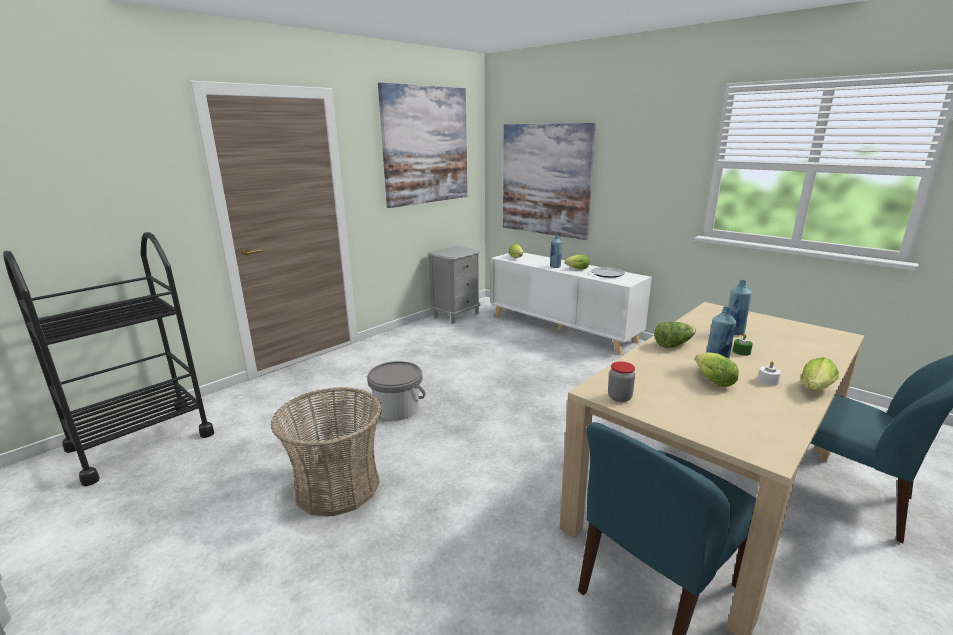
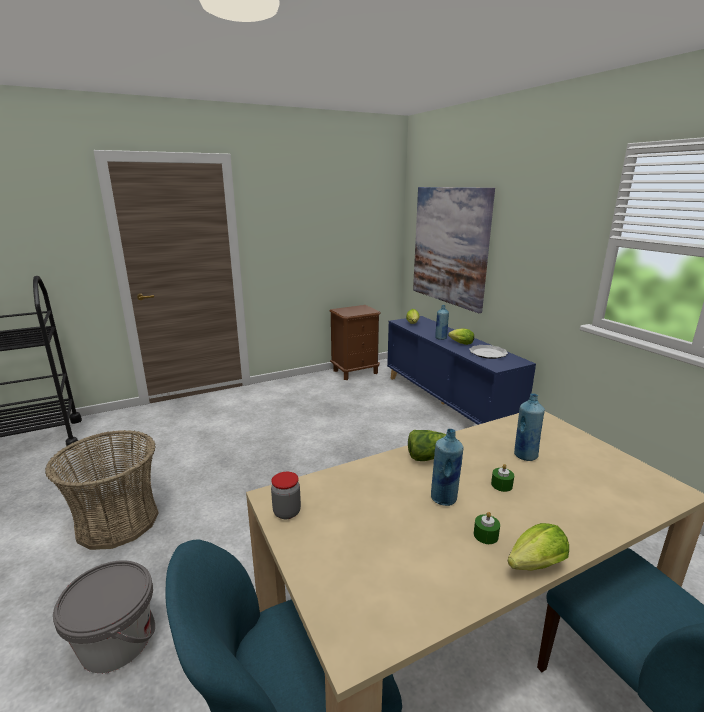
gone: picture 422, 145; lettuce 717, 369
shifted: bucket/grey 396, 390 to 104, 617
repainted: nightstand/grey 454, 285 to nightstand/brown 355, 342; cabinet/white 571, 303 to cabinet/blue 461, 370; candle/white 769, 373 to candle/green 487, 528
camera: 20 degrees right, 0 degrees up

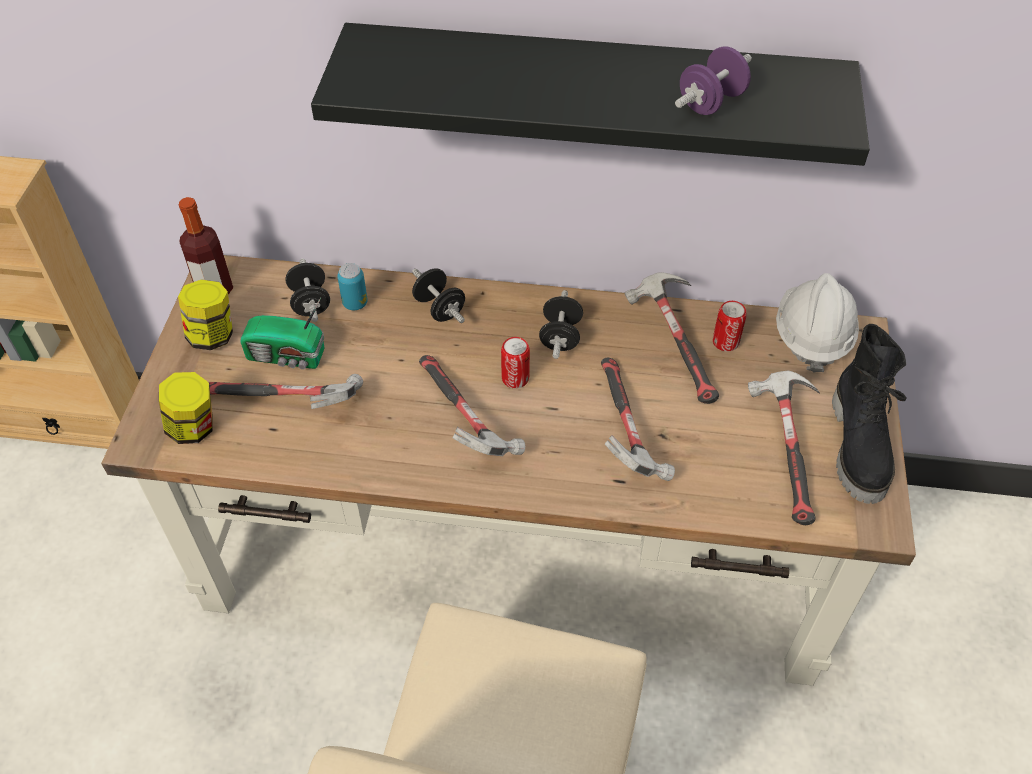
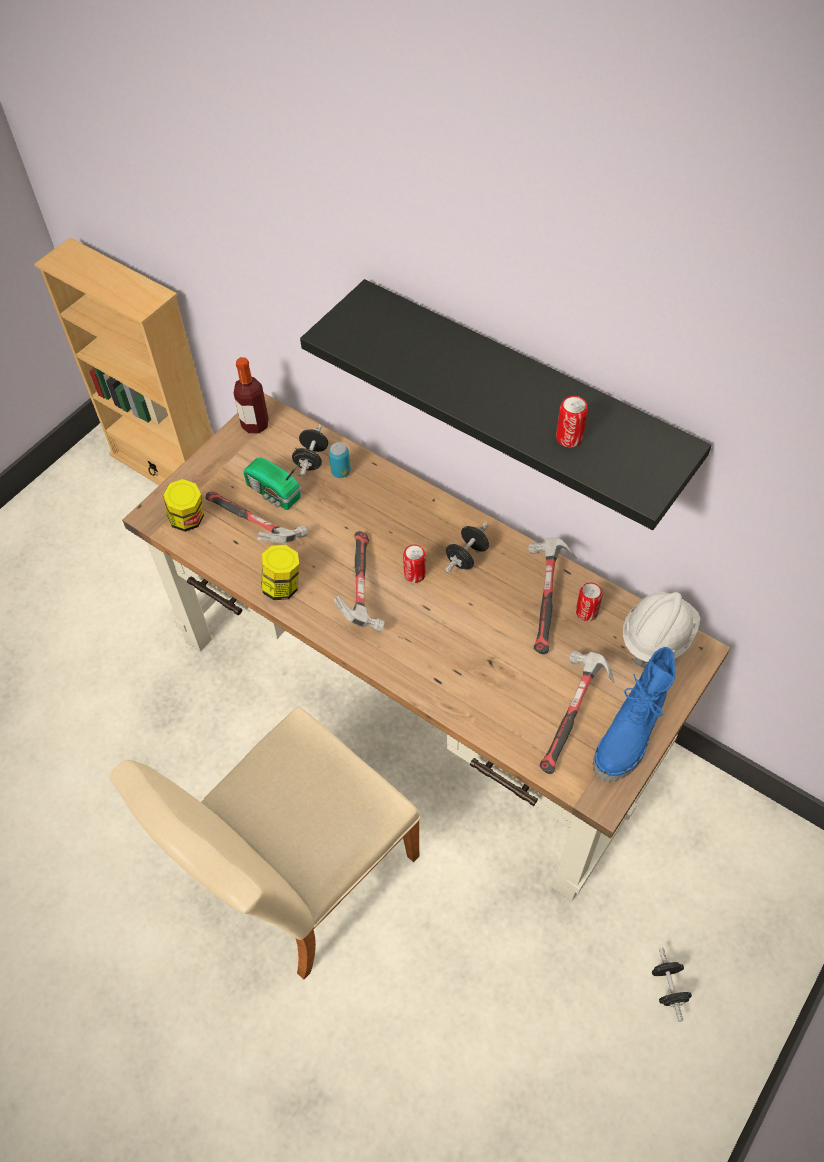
gone: hammer 638, 419
shifted: jar 205, 314 to 280, 572; dumbbell/black 438, 295 to 672, 985
swapped: dumbbell/purple 713, 80 to can 572, 421
repainted: boot/black 869, 414 to boot/blue 634, 714
camera: 30 degrees right, 5 degrees up

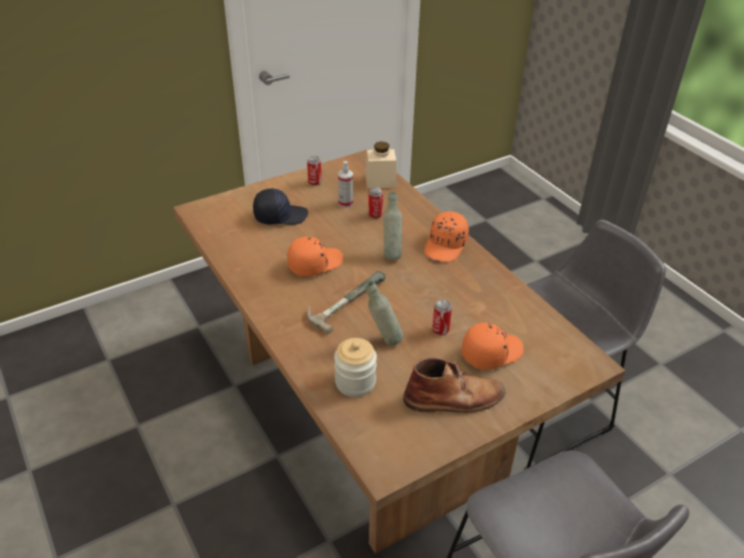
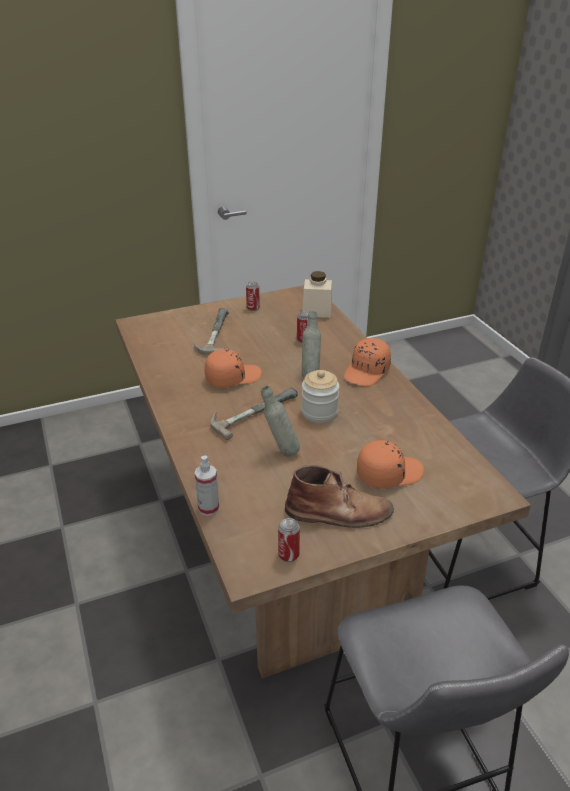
shifted: jar 355, 367 to 320, 396; spray bottle 345, 184 to 207, 486; can 442, 318 to 289, 540
swapped: cap/black 280, 207 to hammer 211, 331
camera: 10 degrees right, 5 degrees down

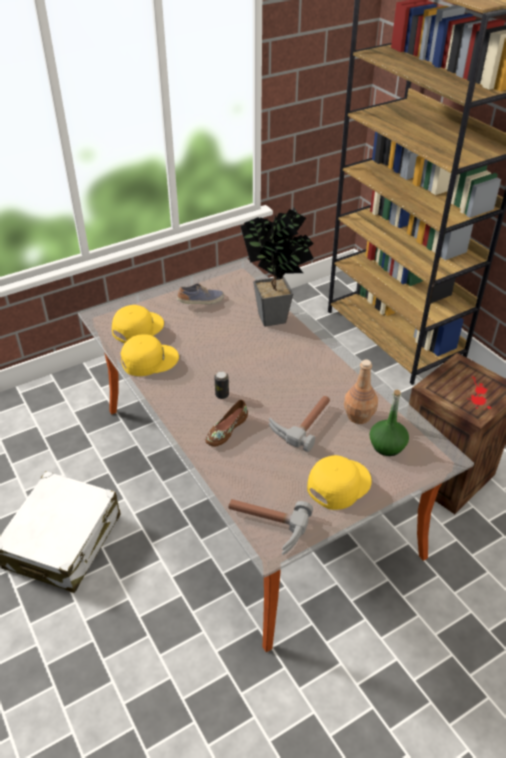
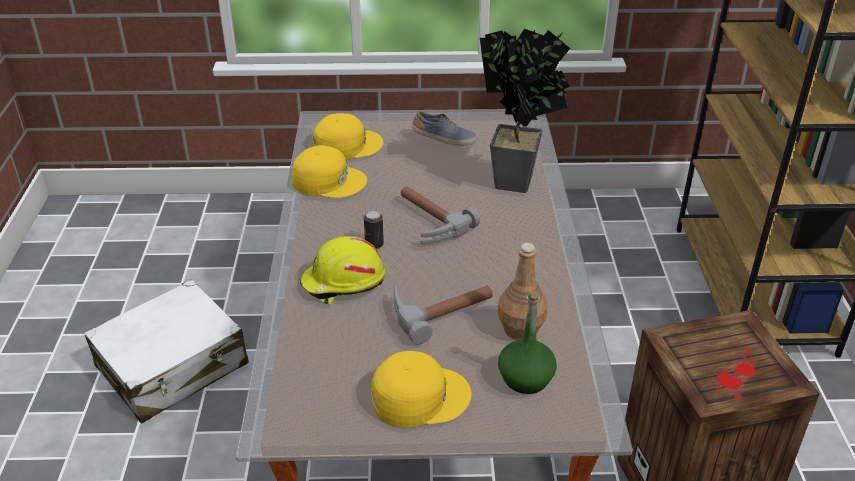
shifted: hammer 270, 527 to 440, 215
swapped: shoe/brown 227, 423 to hard hat/yellow 342, 270
camera: 30 degrees right, 5 degrees down

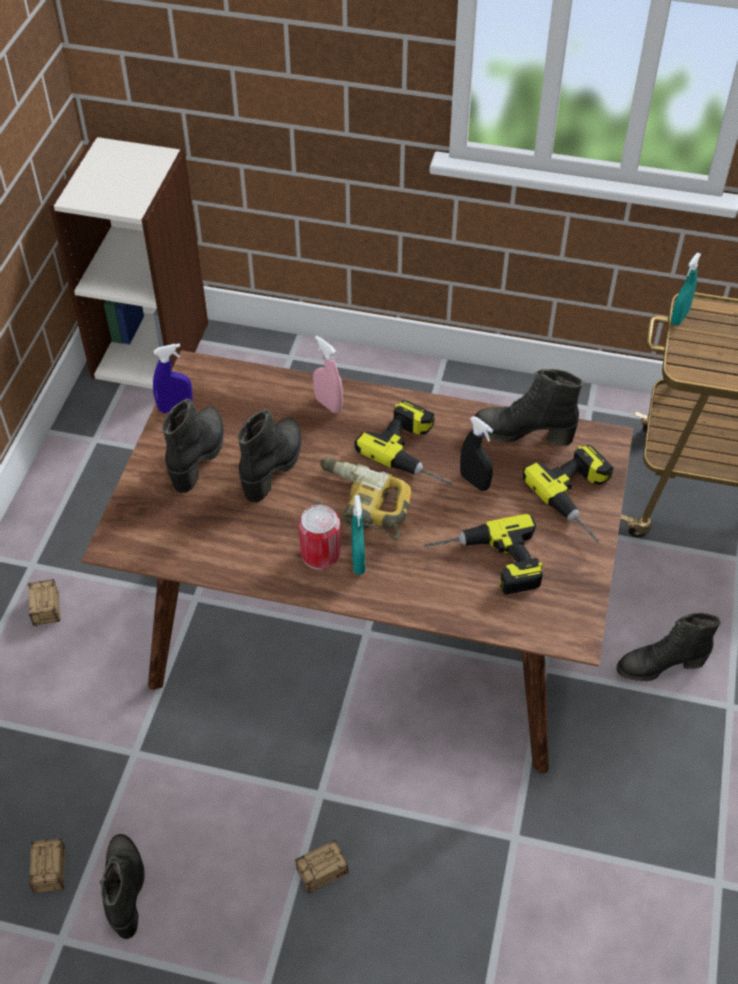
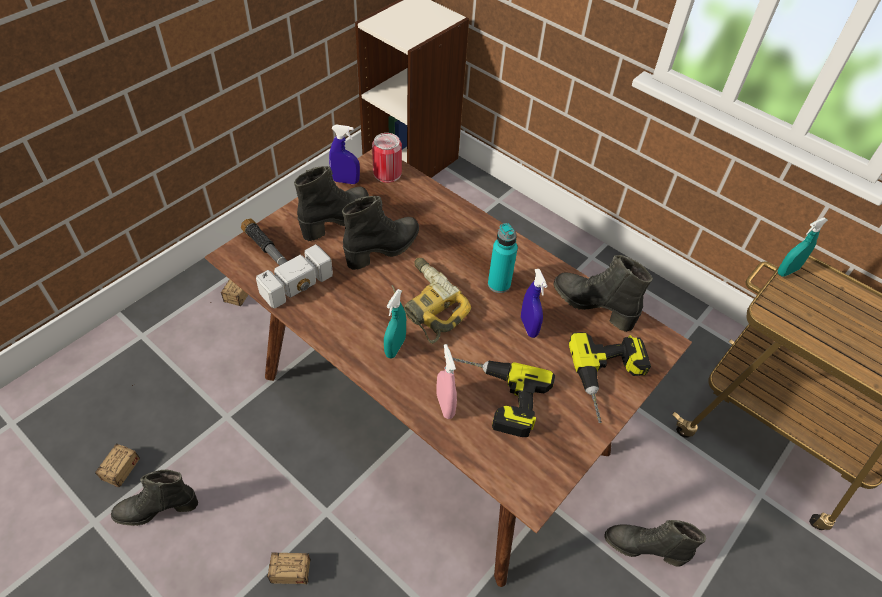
new: hammer 287, 263
shifted: can 320, 537 to 387, 158; spray bottle/pink 328, 374 to 446, 381
swapped: power drill 403, 442 to bottle/turquoise 503, 258
repainted: spray bottle/black 476, 453 to spray bottle/blue 534, 303
rotated: boot/black 122, 886 = 154, 498 120 degrees counterclockwise
camera: 25 degrees right, 0 degrees up

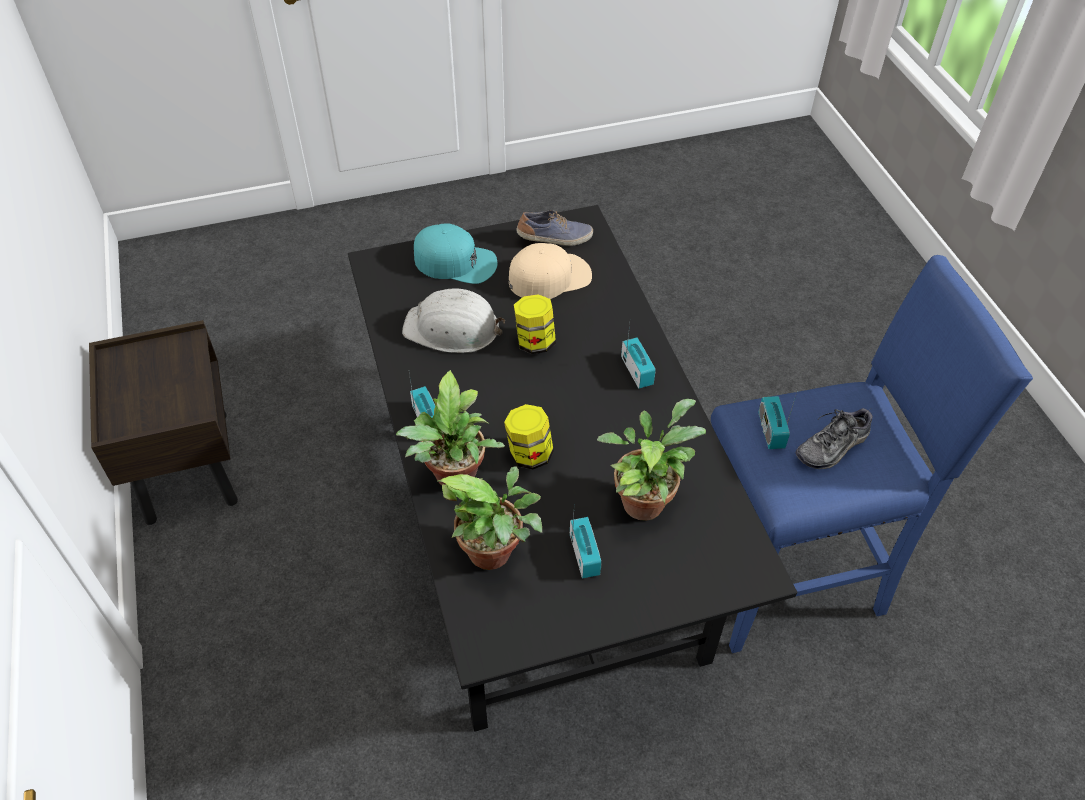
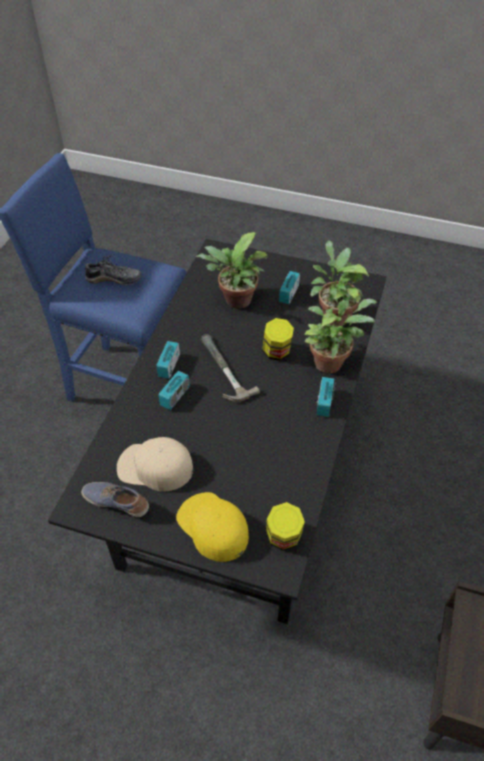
gone: hard hat/white 453, 320
new: hammer 230, 368
shifted: jar 535, 324 to 285, 526; radio 778, 421 to 174, 384
repainted: cap/turquoise 455, 253 to cap/yellow 212, 527
camera: 145 degrees left, 0 degrees up

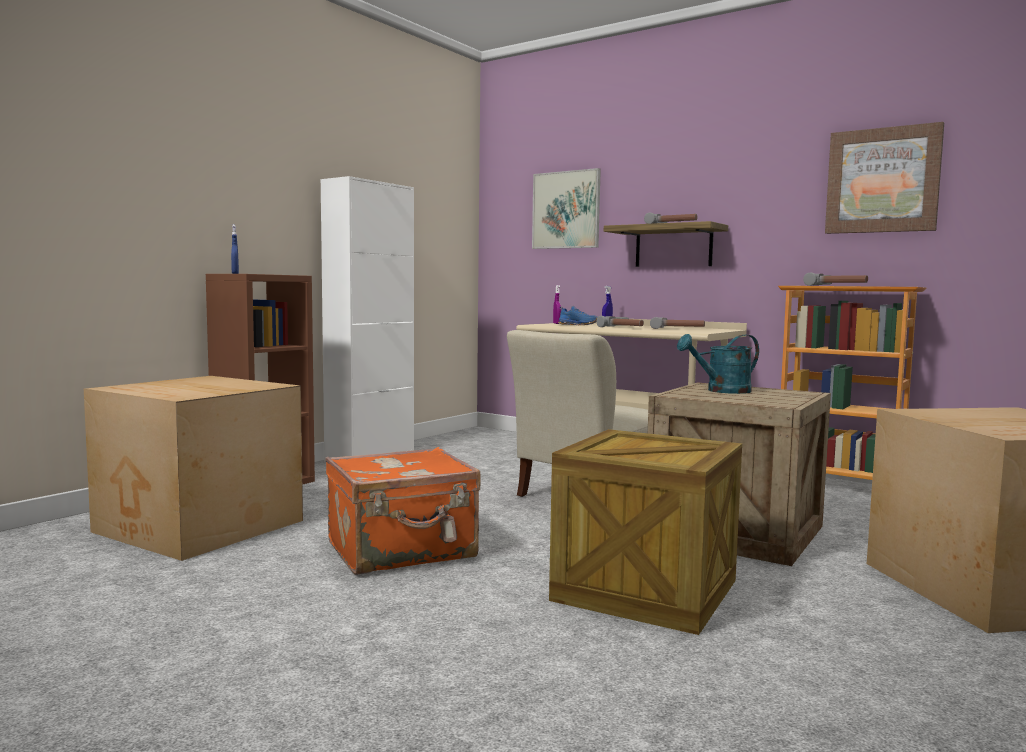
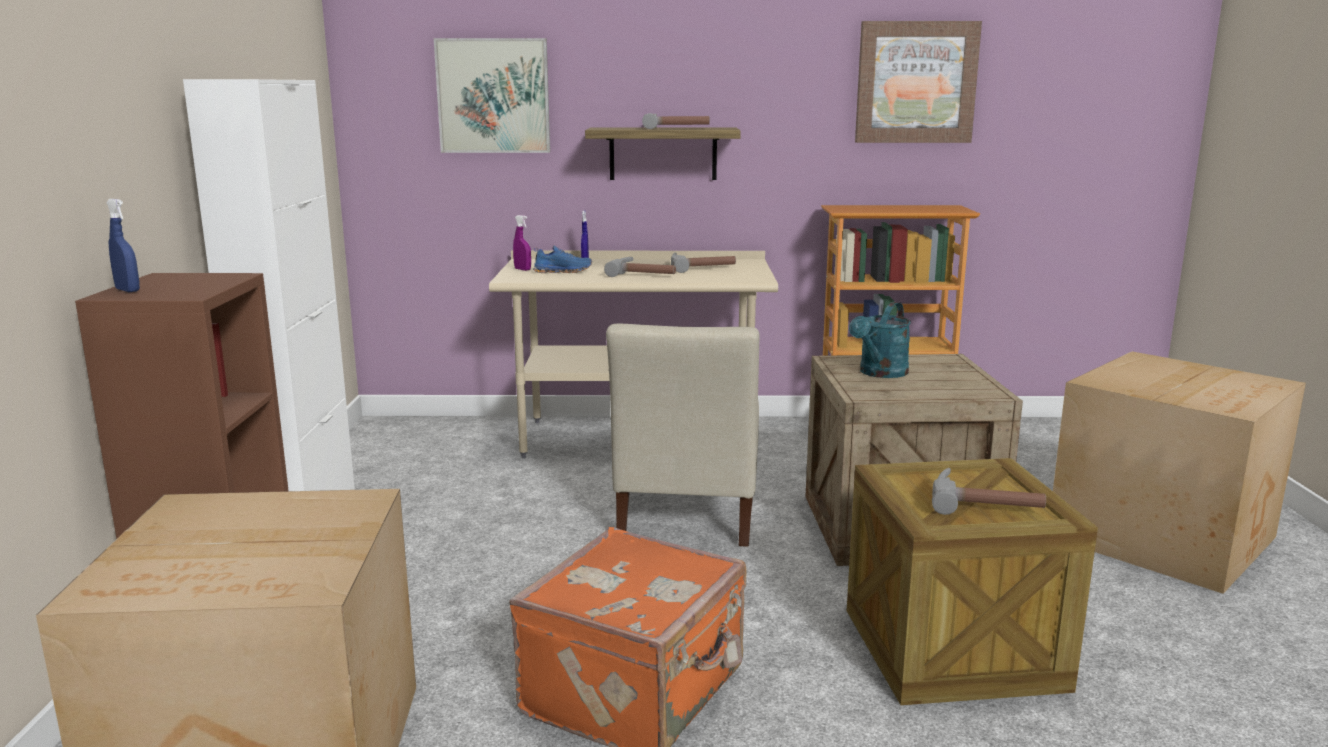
shifted: hammer 835, 279 to 989, 491
camera: 35 degrees left, 10 degrees up

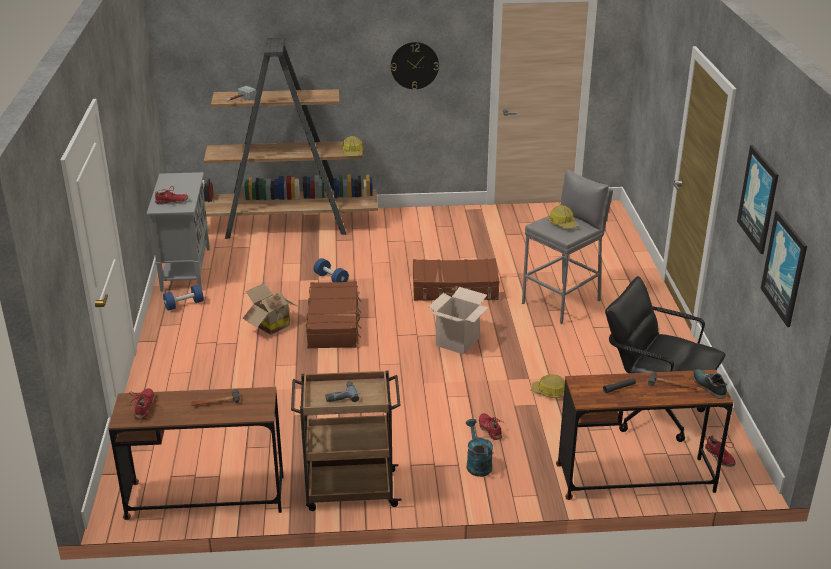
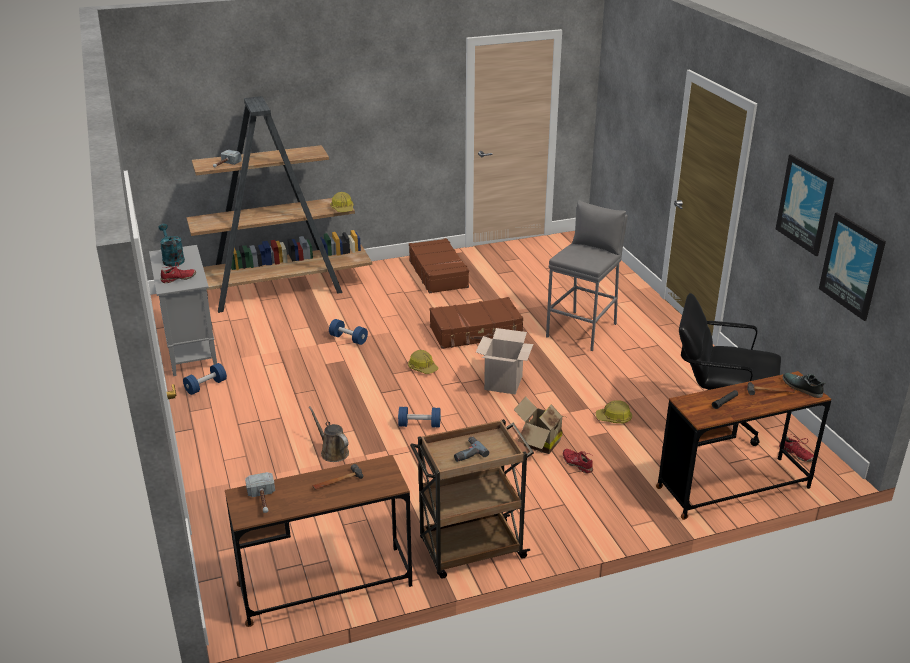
gone: wall clock 415, 66
new: watering can/brown 329, 434; dumbbell/blue 419, 417
shifted: cardboard box 271, 309 to 541, 425; suitcase/brown 334, 315 to 439, 265; watering can/turquoise 479, 448 to 171, 245; hard hat 563, 217 to 423, 362
swapped: shoe/red 143, 404 to hammer 260, 492
camera: 15 degrees left, 0 degrees up

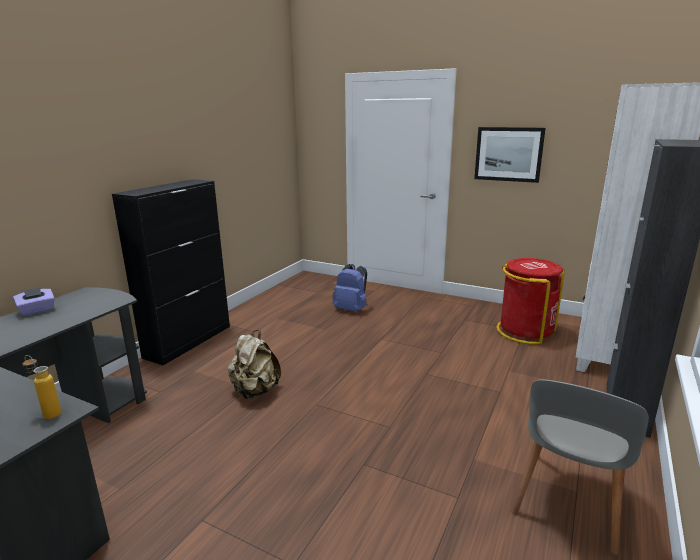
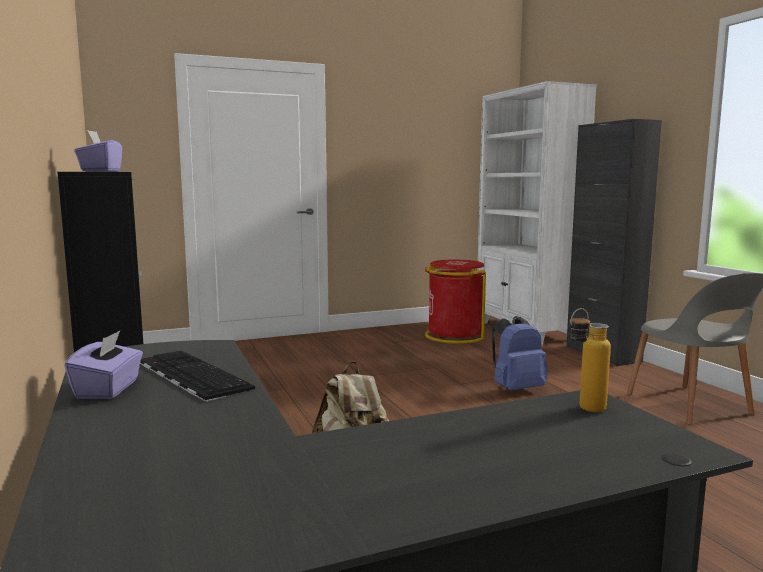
gone: picture 509, 155
new: tissue box/purple 98, 151; keyboard 197, 376
shifted: backpack/blue 350, 288 to 519, 353
camera: 50 degrees left, 10 degrees down

